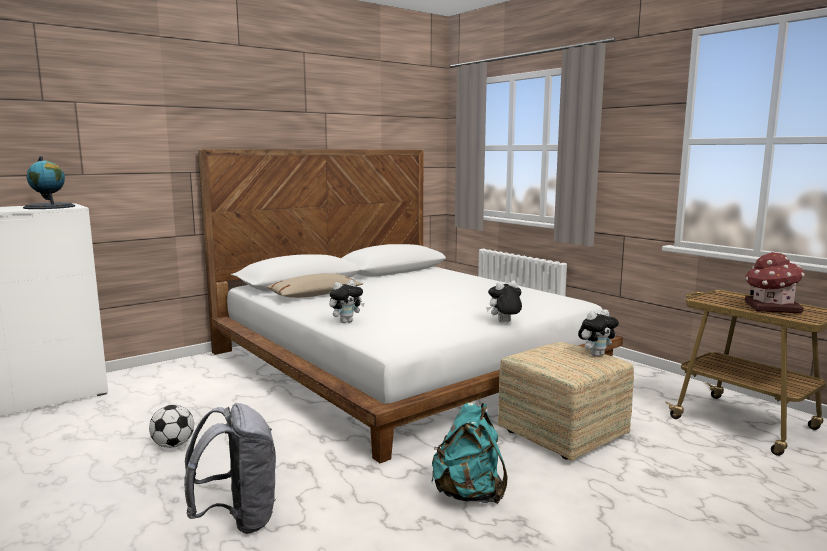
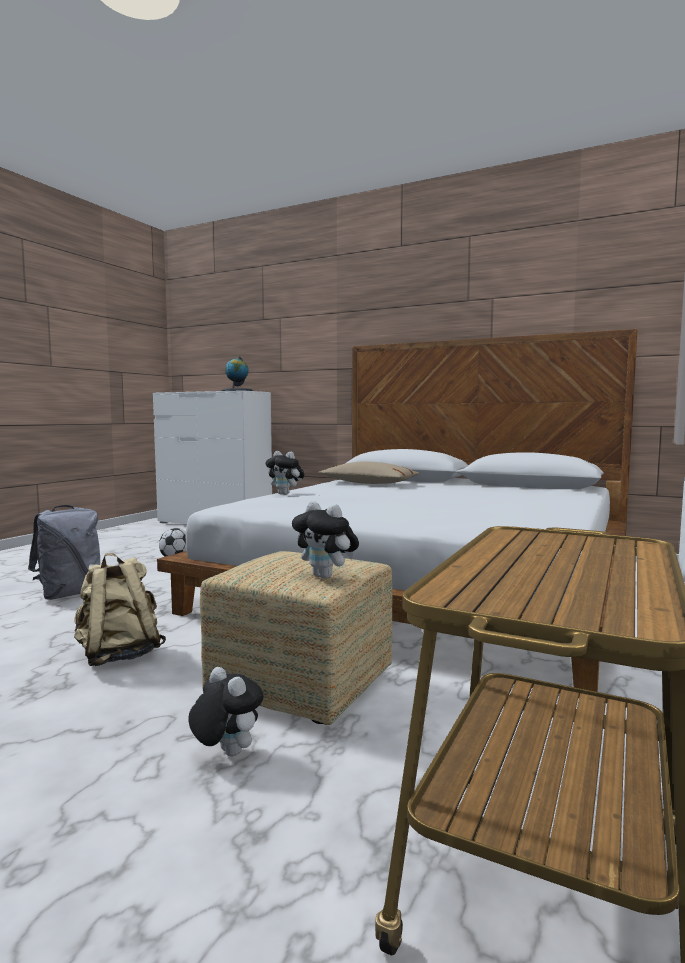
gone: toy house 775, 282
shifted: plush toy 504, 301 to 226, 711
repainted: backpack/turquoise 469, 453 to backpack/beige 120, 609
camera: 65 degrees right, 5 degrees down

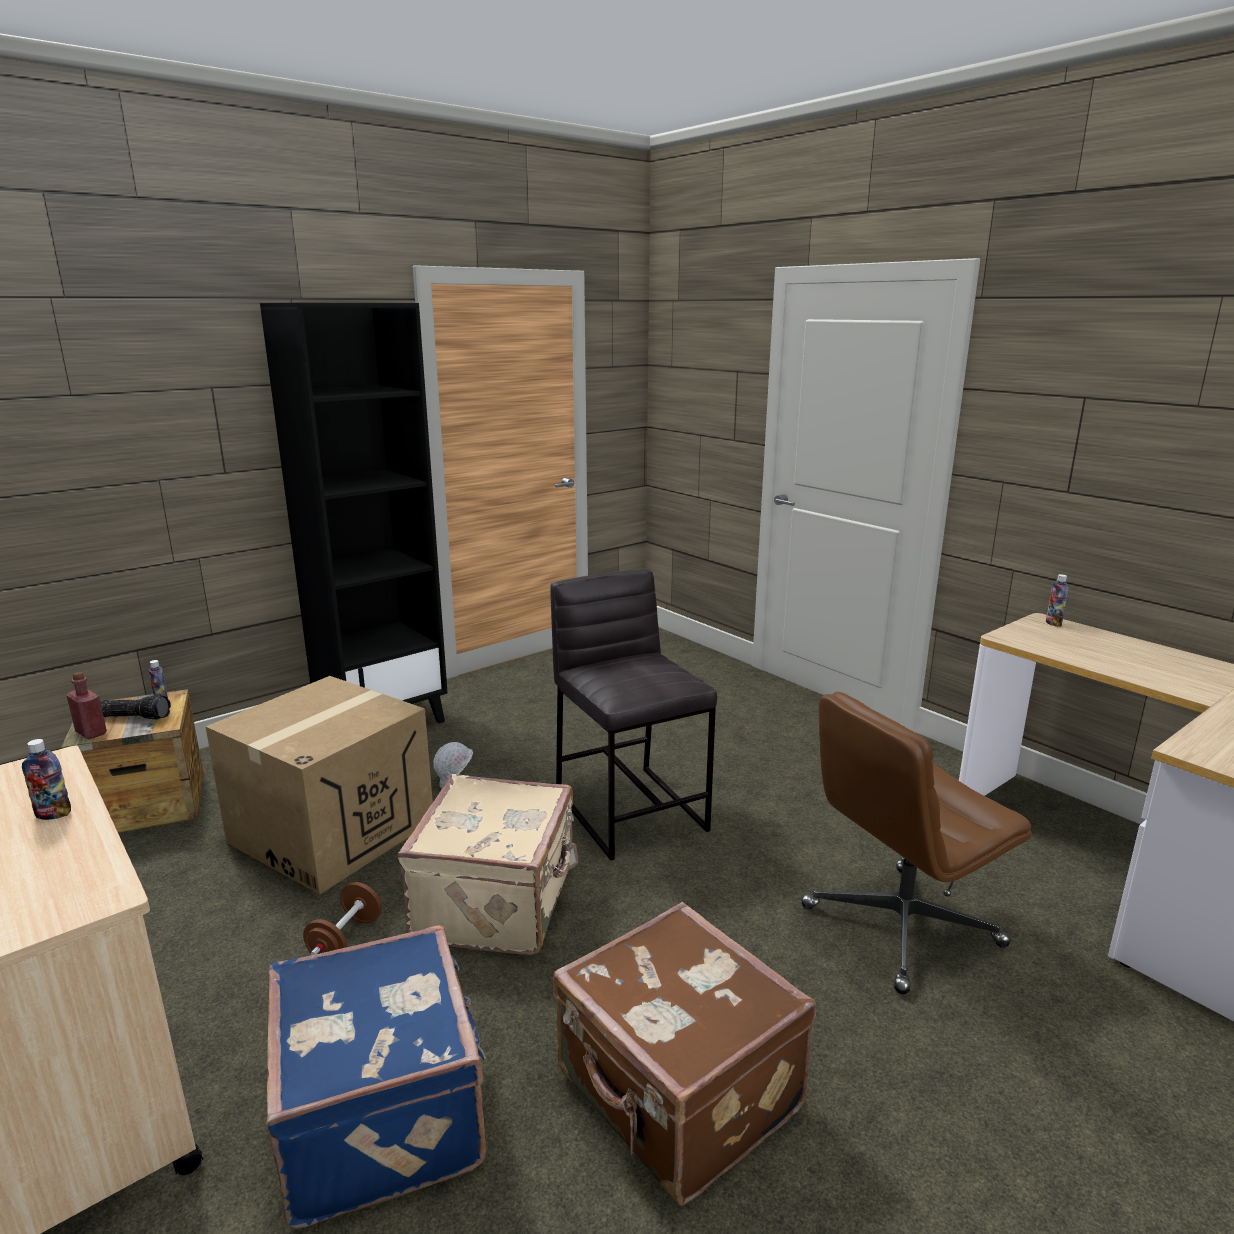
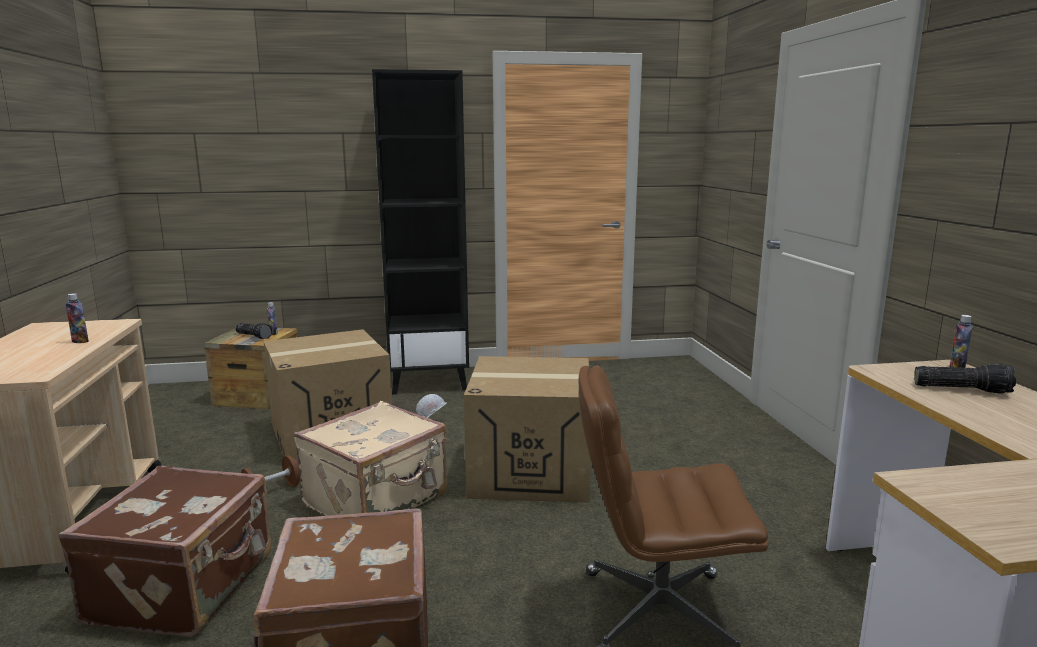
gone: bottle/red 86, 705
new: flashlight 965, 379
swapped: stool/grey 633, 715 to cardboard box 527, 429
repainted: suitcase/blue 376, 1077 to suitcase/brown 164, 551
camera: 30 degrees right, 5 degrees down

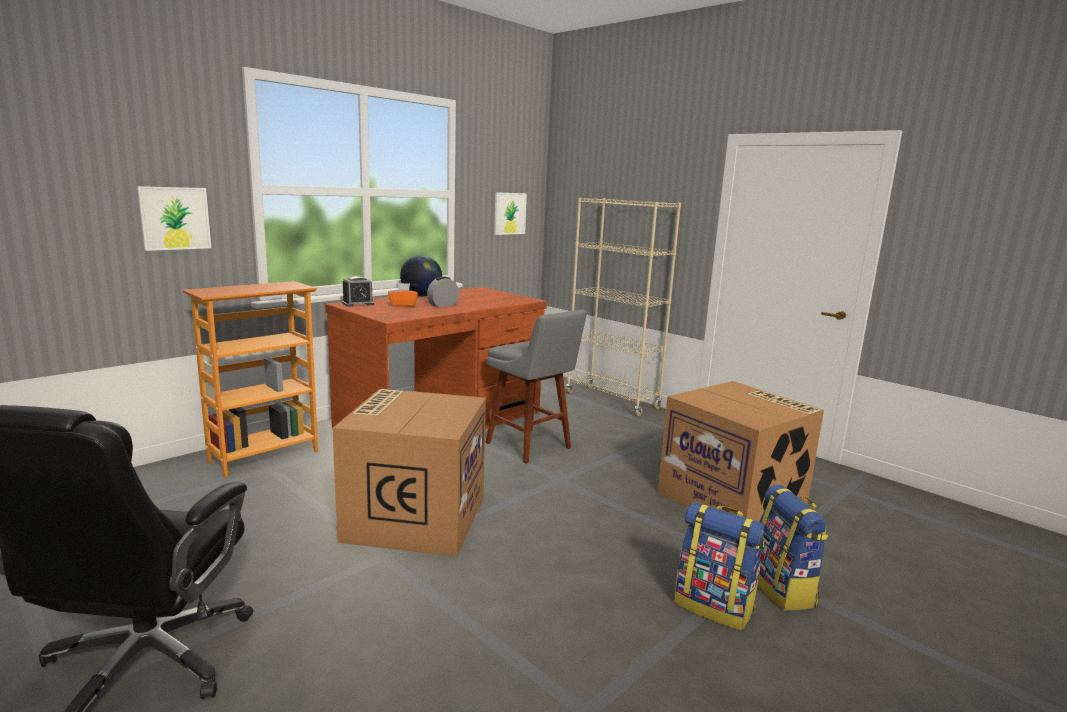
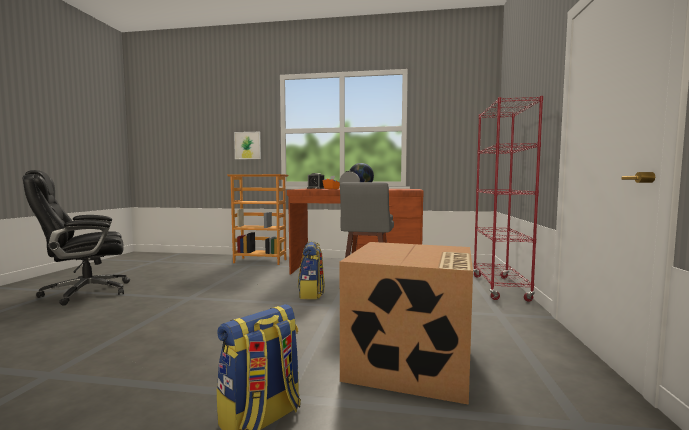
gone: cardboard box 409, 473; picture 510, 213
shifted: backpack 719, 566 to 311, 270
repainted: bookcase/beige 623, 306 to bookcase/red 508, 199
camera: 55 degrees right, 10 degrees down

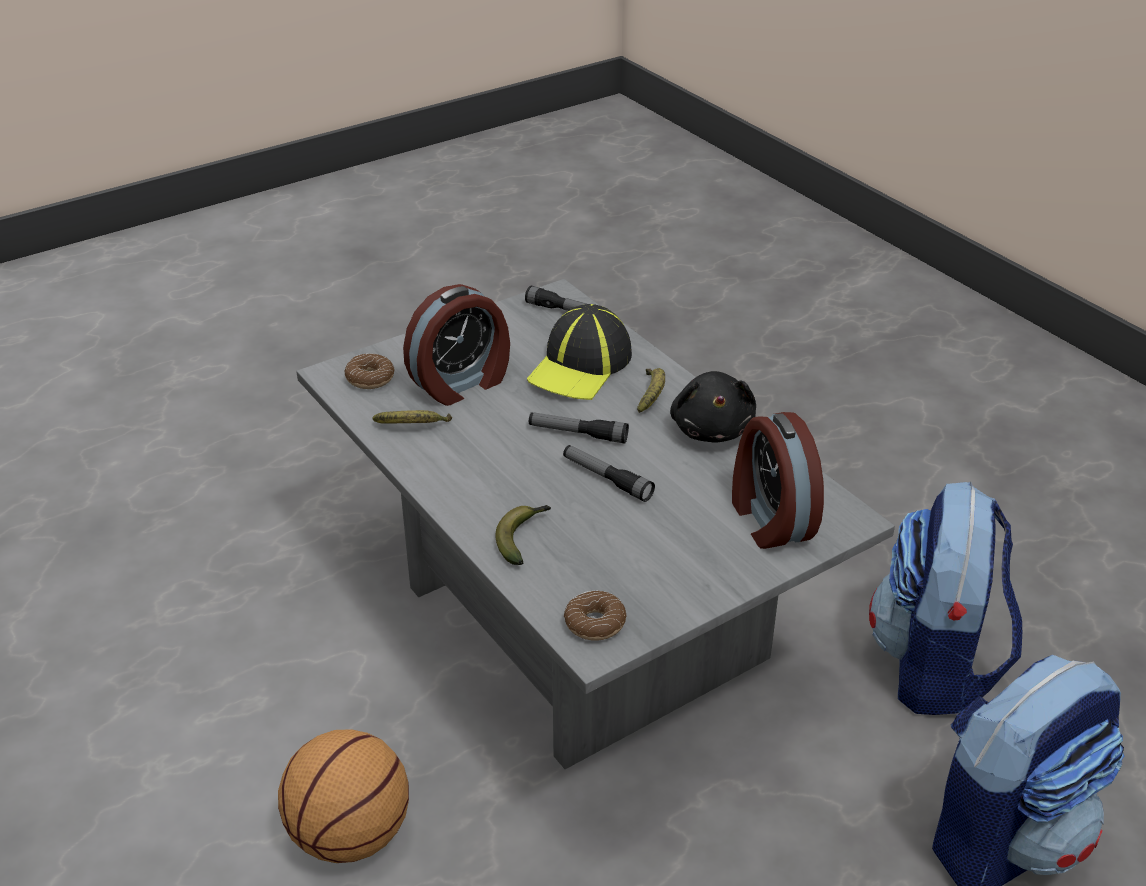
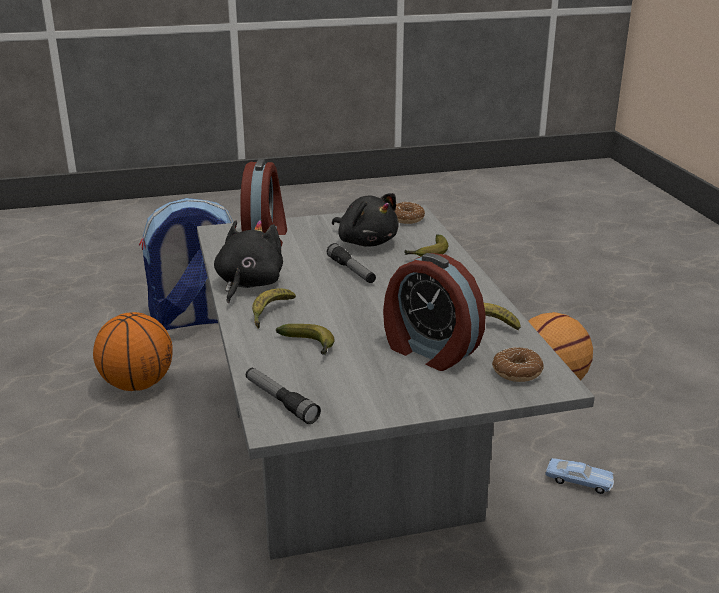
gone: flashlight 579, 428
new: plush toy/black 365, 220; toy car/blue 579, 476
swapped: cap 579, 352 to banana 305, 339; backpack 945, 598 to basketball 133, 351
rotated: alarm clock 456, 345 = 434, 312 120 degrees counterclockwise
camera: 160 degrees left, 10 degrees down

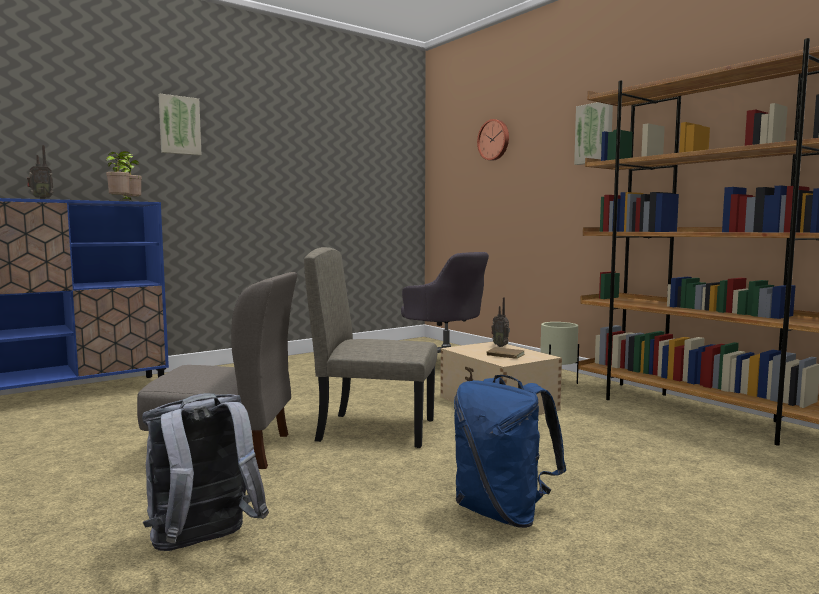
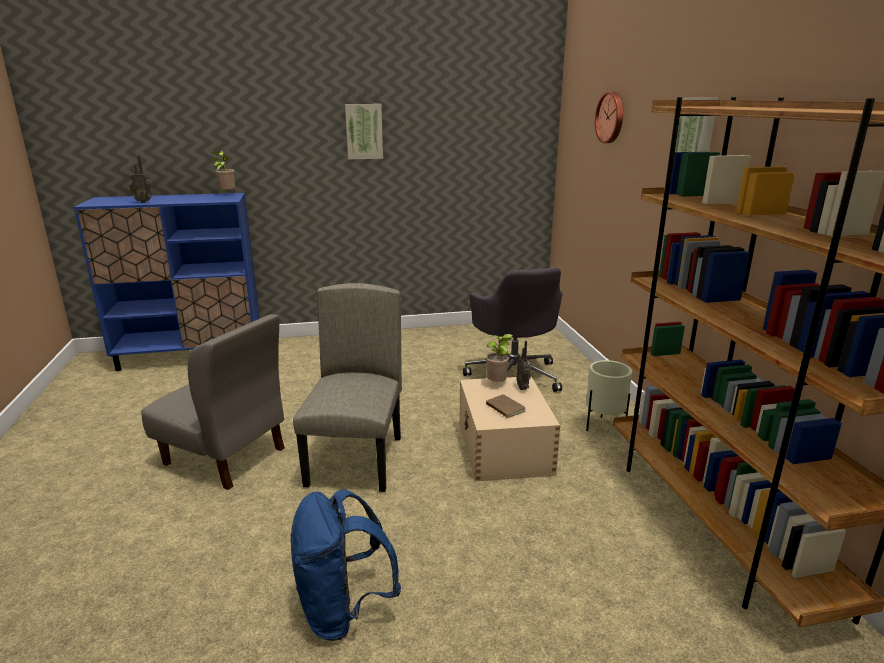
gone: backpack/grey 205, 472
shifted: potted plant 119, 176 to 499, 358; picture 180, 125 to 364, 131
rotated: chair/beige 371, 347 = 347, 387 60 degrees clockwise
camera: 25 degrees right, 15 degrees up

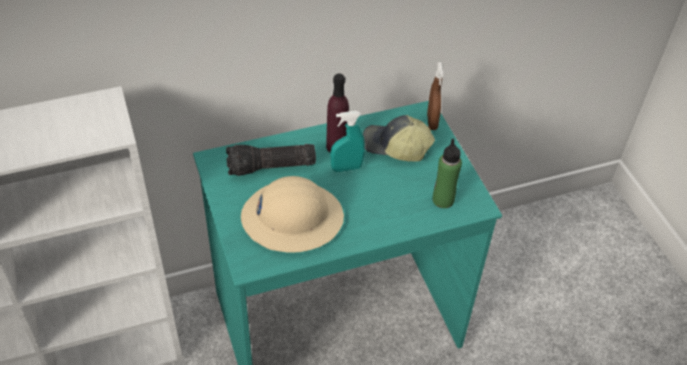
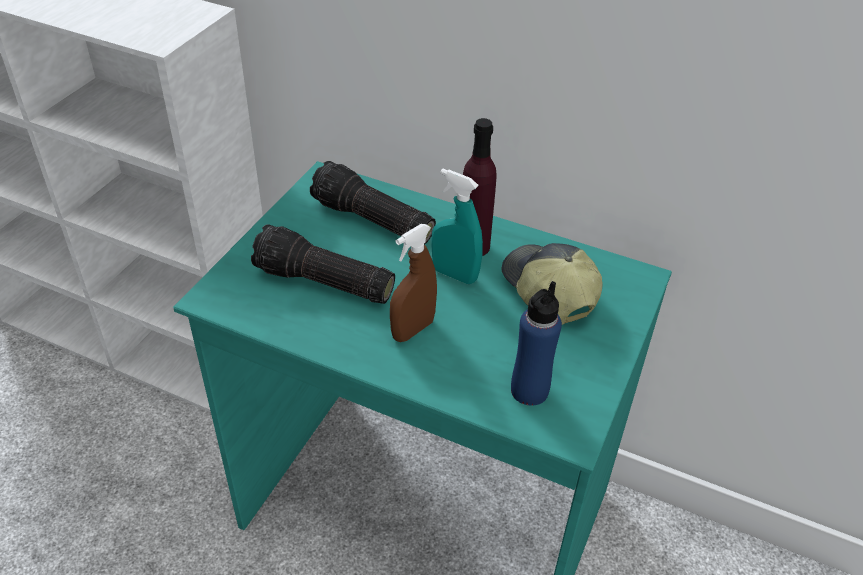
shifted: spray bottle/brown 435, 96 to 413, 283
swapped: hard hat/beige 292, 214 to flashlight 323, 264
repainted: bottle/green 447, 173 to bottle/blue 536, 343
camera: 45 degrees right, 5 degrees down

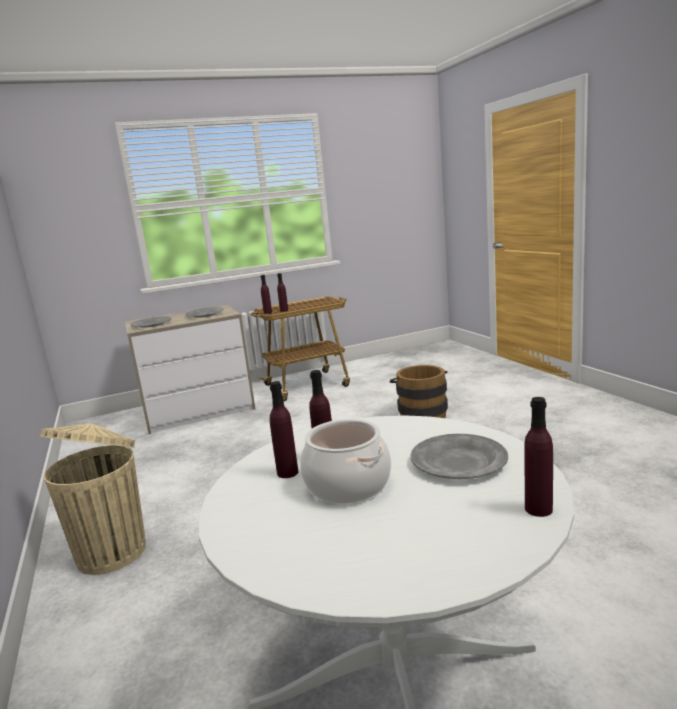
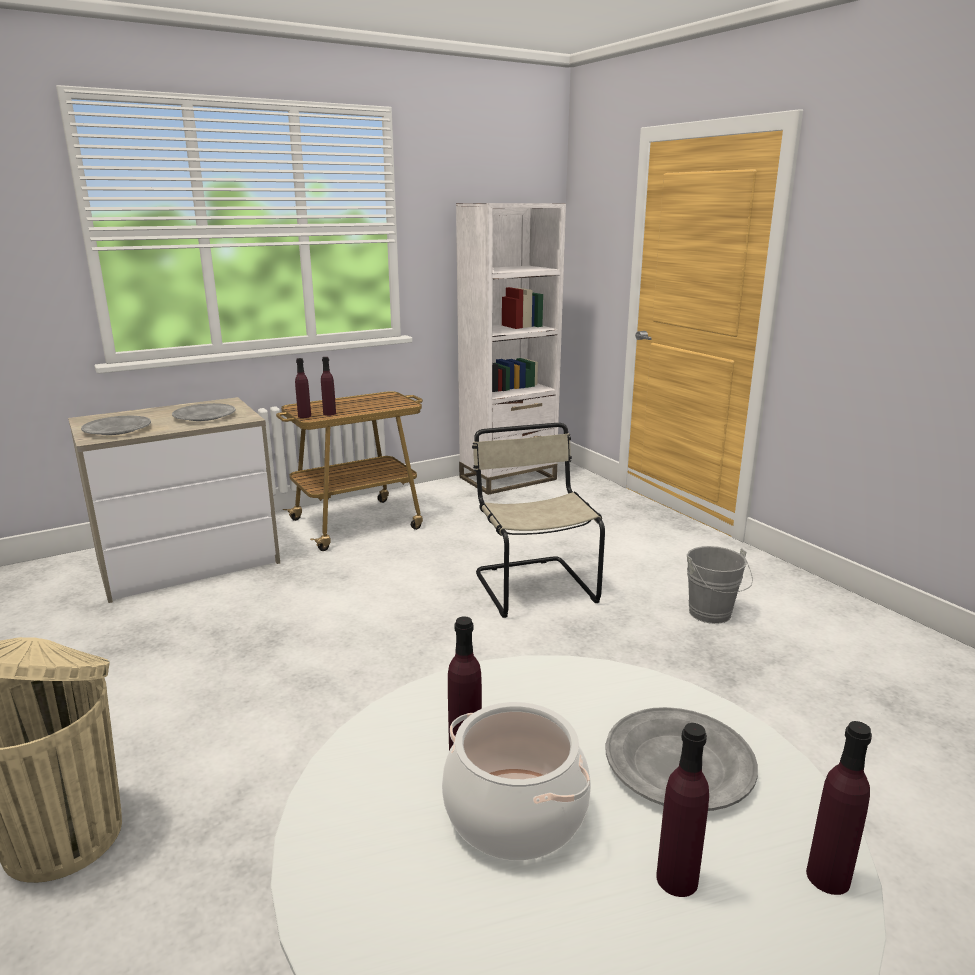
new: bookcase/white 511, 349; bucket/grey 720, 585
shifted: bottle/purple 284, 429 to 682, 810
swapped: bucket/brown 418, 391 to chair/beige 538, 520
camera: 10 degrees left, 5 degrees up

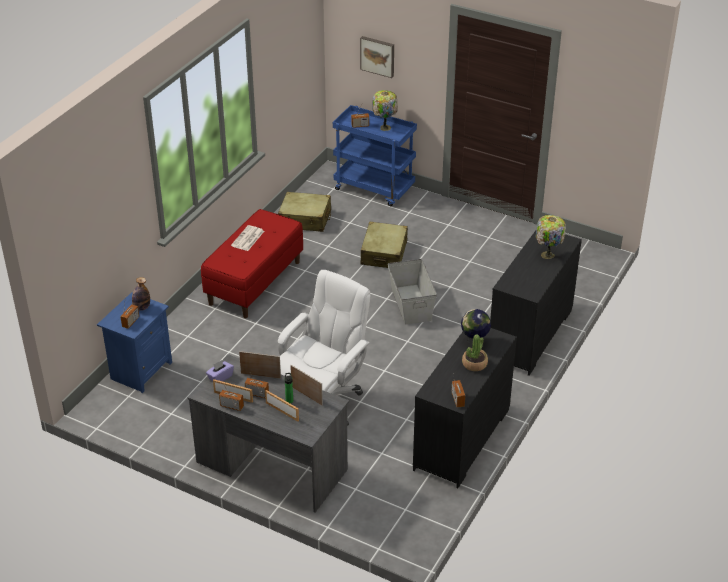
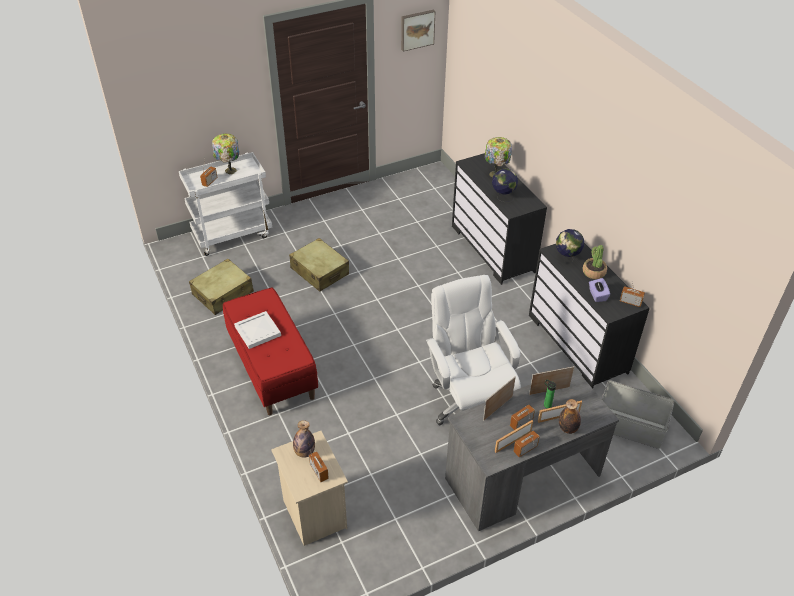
new: globe 505, 185; bottle 570, 416
shifted: tissue box/purple 220, 371 to 599, 290; picture 377, 57 to 418, 31; storage box/grey 412, 292 to 638, 414
swapped: newspaper 247, 238 to tray/white 257, 330
repainted: nightstand/blue 134, 342 to nightstand/beige 309, 488; cart/blue 375, 155 to cart/white 225, 204
camera: 55 degrees left, 5 degrees up

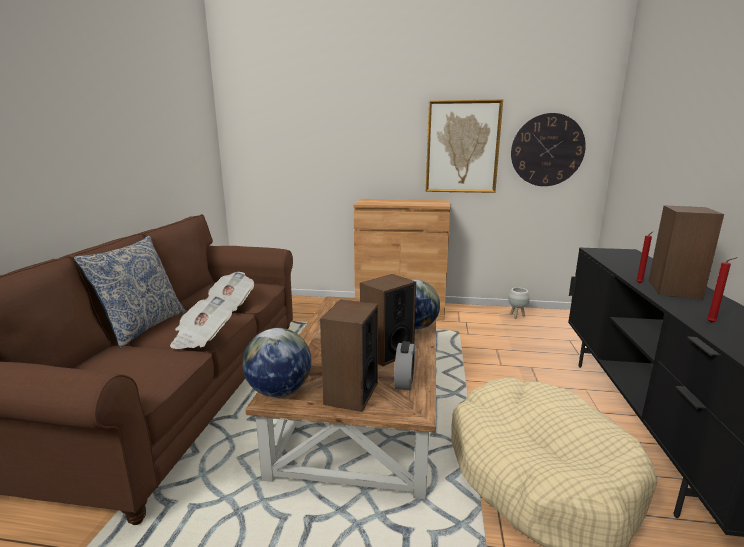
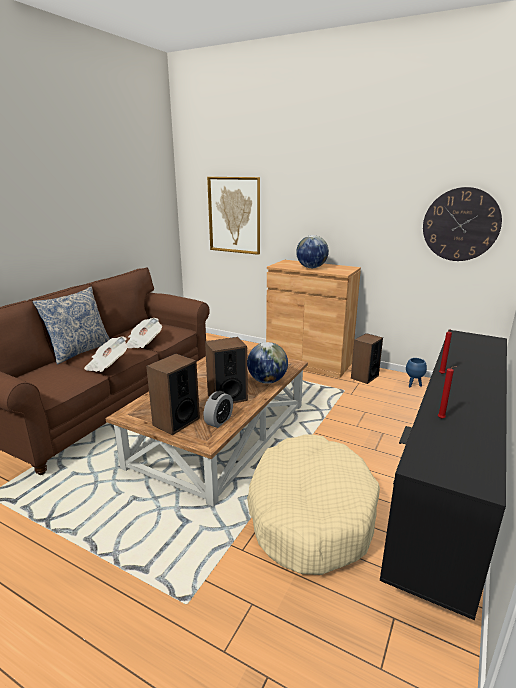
shifted: globe 277, 362 to 312, 251; picture 464, 146 to 233, 216; speaker 686, 252 to 367, 358
repainted: planter/white 519, 303 to planter/blue 416, 372
camera: 20 degrees right, 5 degrees up

